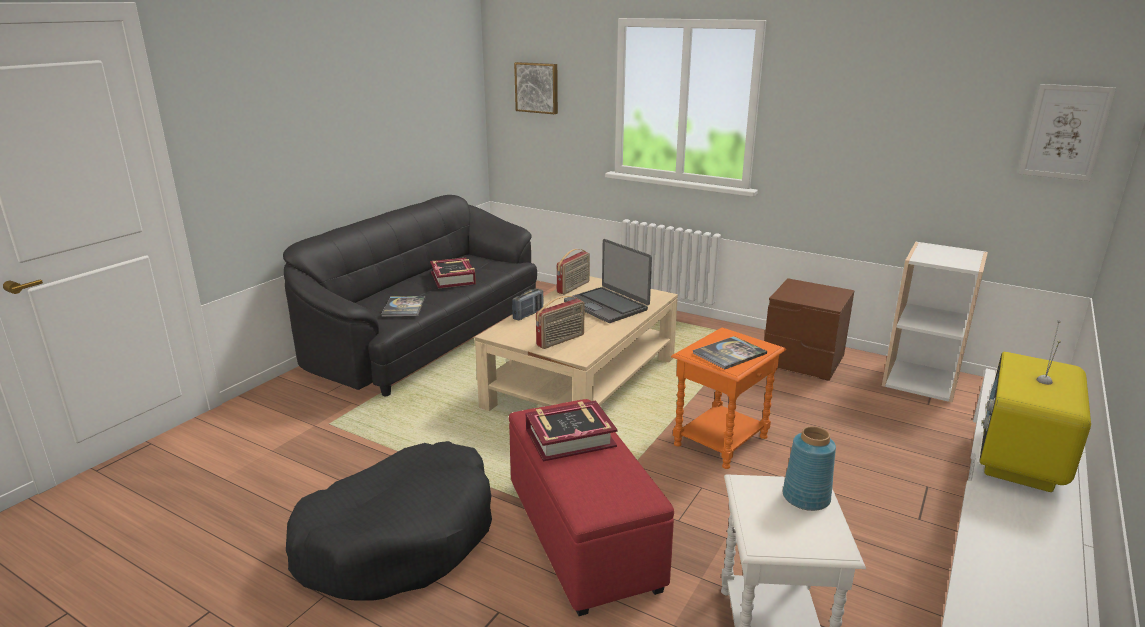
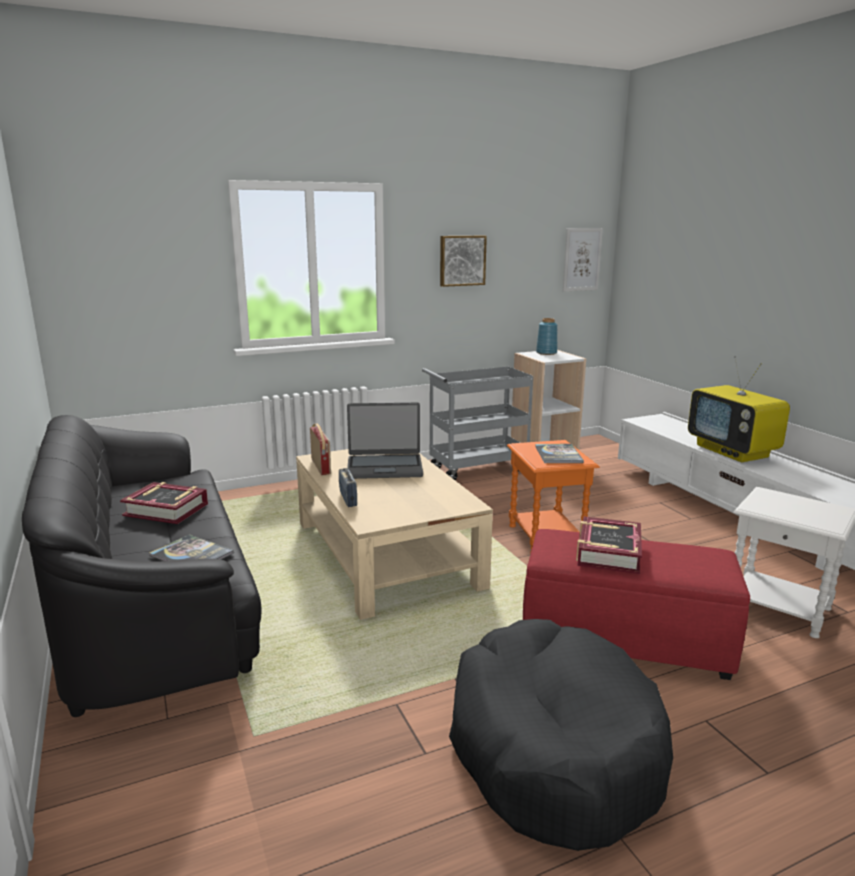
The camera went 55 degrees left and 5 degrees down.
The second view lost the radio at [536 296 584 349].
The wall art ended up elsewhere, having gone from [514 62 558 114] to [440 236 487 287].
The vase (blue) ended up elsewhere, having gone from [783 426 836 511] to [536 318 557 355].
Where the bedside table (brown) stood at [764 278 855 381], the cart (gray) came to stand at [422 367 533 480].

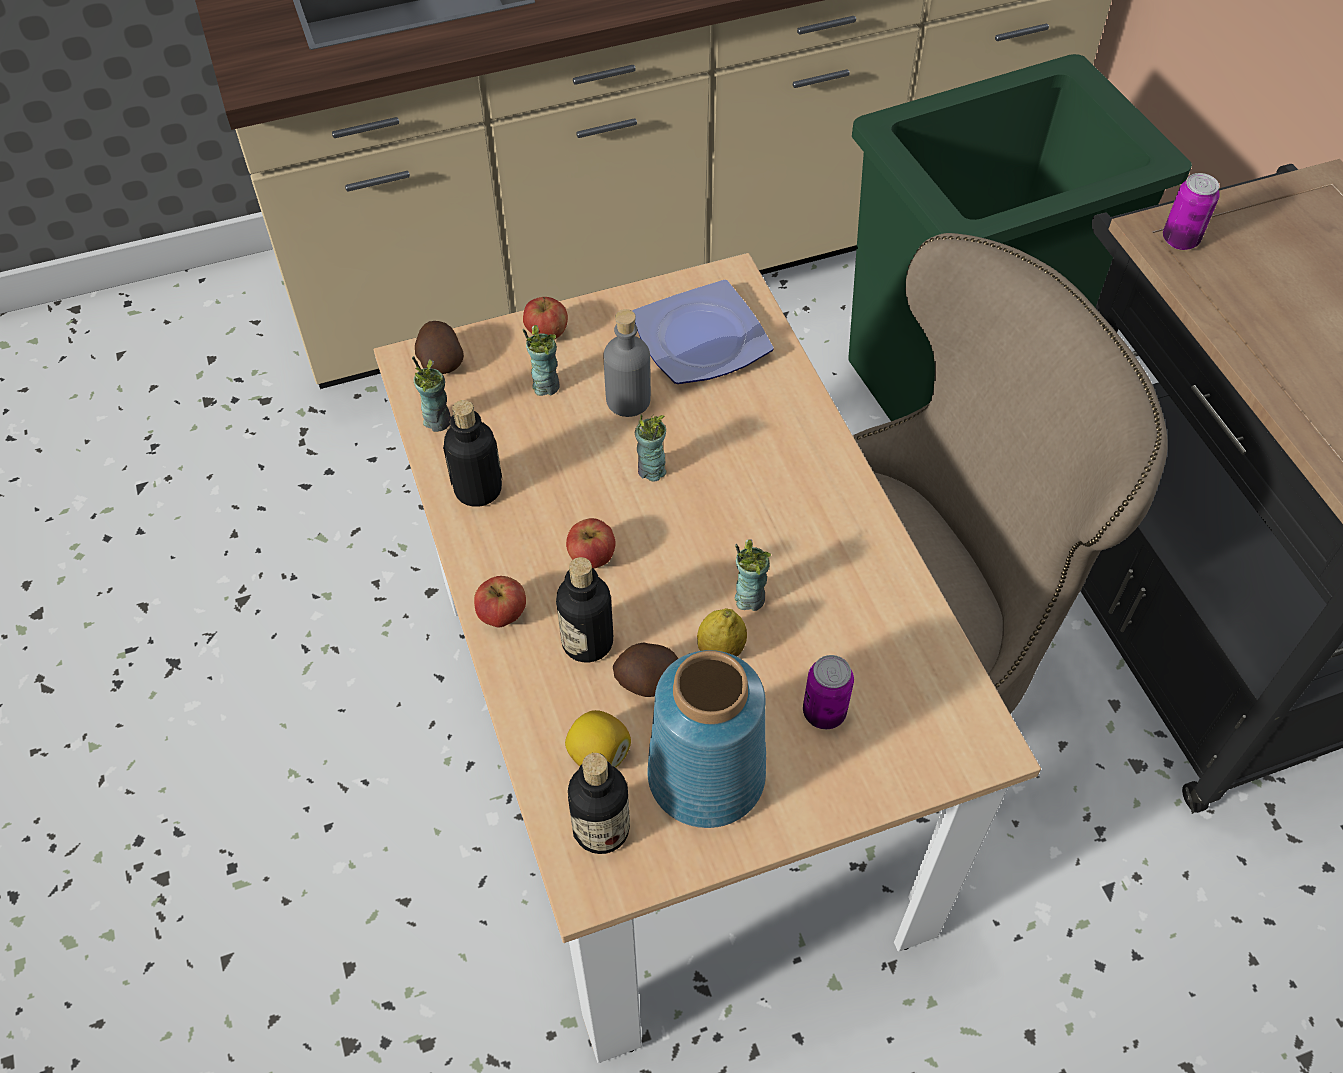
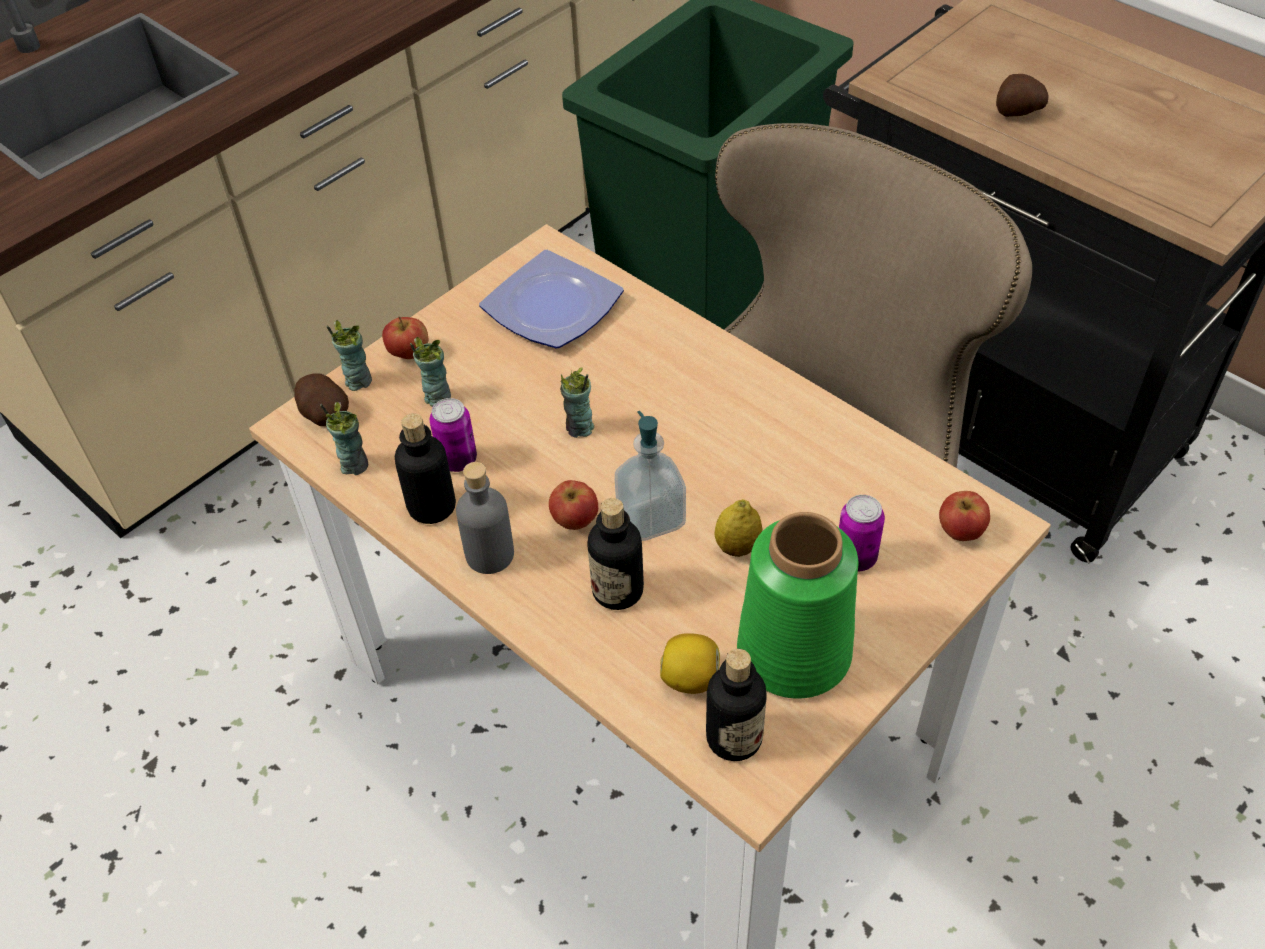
The camera went 25 degrees left and 5 degrees down.
The second view gained the soap bottle at [615 411 686 541].
The apple fruit ended up elsewhere, having gone from [474 576 526 627] to [939 491 990 541].
The beverage bottle (gray) ended up elsewhere, having gone from [604 309 651 417] to [456 462 514 574].
The spud ended up elsewhere, having gone from [613 643 678 697] to [996 74 1049 117].
The small cup ended up elsewhere, having gone from [735 540 771 611] to [326 320 372 391].
The can ended up elsewhere, having gone from [1163 173 1220 250] to [429 398 477 472].
What was the vase (blue) at [647 650 766 828] turned into the vase (green) at [737 512 859 699].

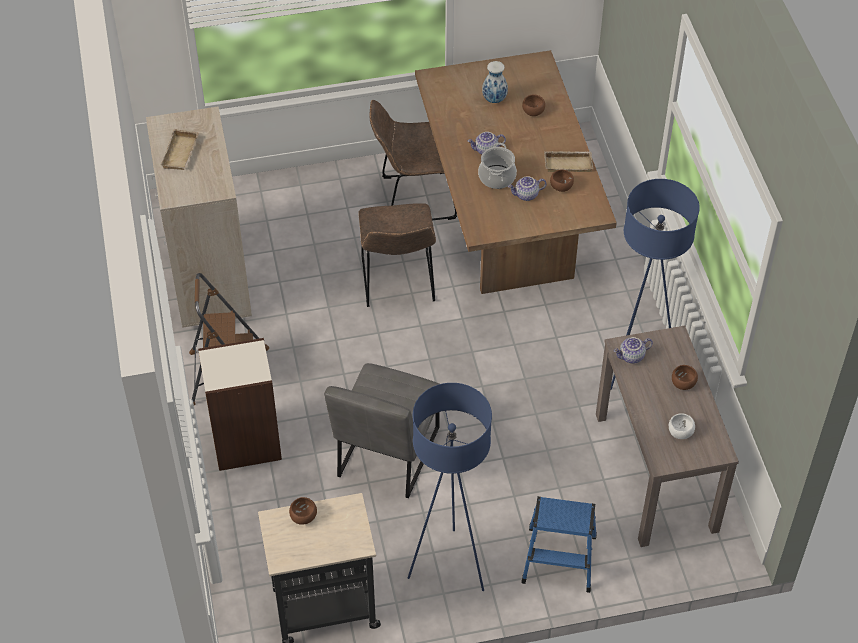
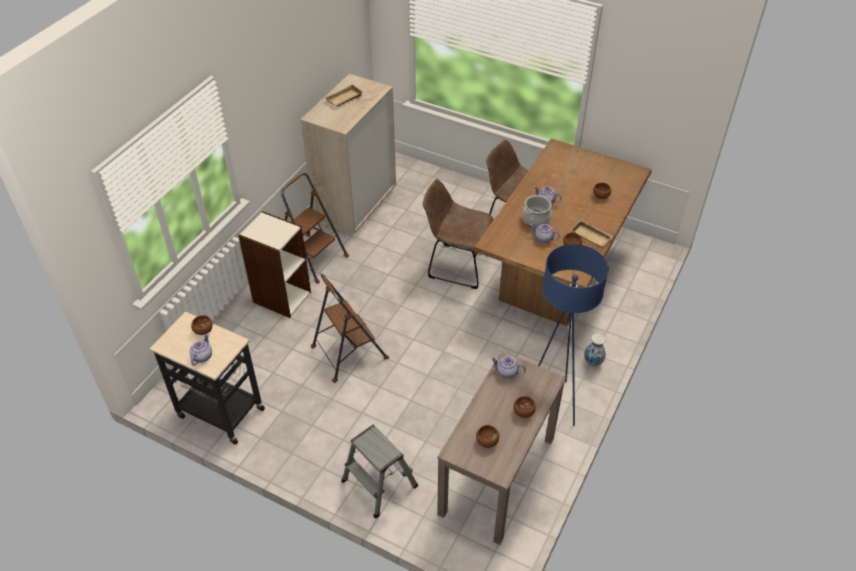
The camera went 40 degrees right and 5 degrees down.
The second view lost the standard lamp (blue) at [408 383 492 591].
The second view gained the tea pot at [189 334 212 366].
The vase ended up elsewhere, having gone from [482 61 508 103] to [584 334 606 366].
Where the plain chair (gray) stood at [324 363 440 498], the step stool (brown) came to stand at [311 274 389 383].
What was the step stool (blue) at [521 496 597 593] turned into the step stool (gray) at [341 424 418 519].
What was the deep dish (white-coloured) at [669 413 695 439] turned into the deep dish (brown) at [476 425 499 448].
The plain chair (brown) at [359 203 436 307] ended up facing another way, 75 degrees clockwise from before.

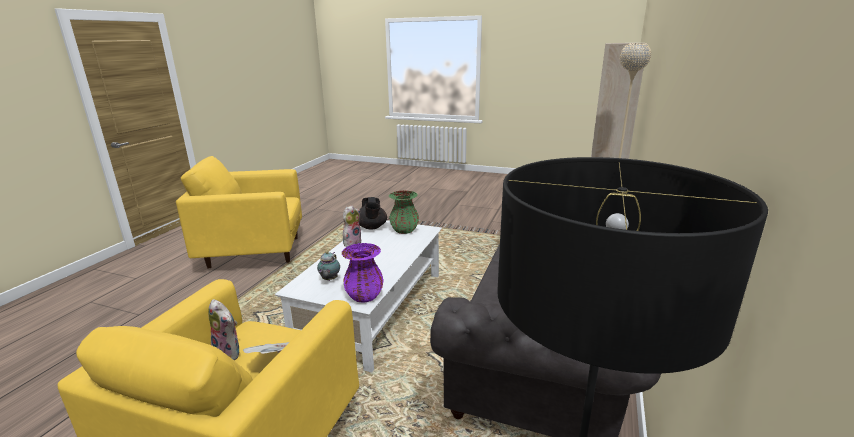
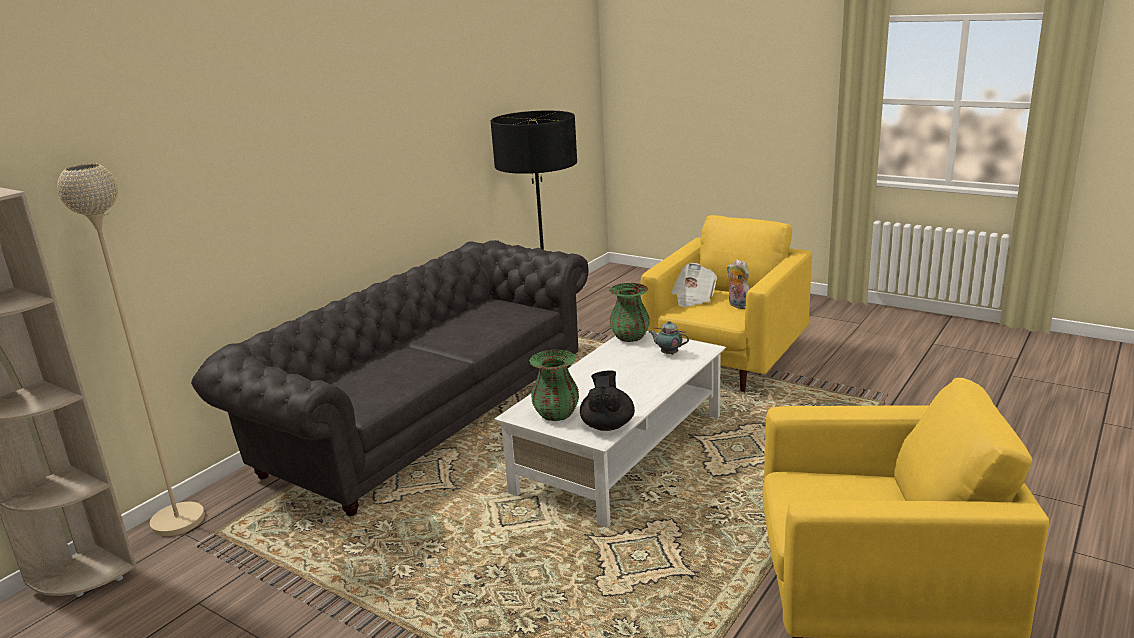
The camera went 165 degrees left and 0 degrees up.
The second view lost the soft toy at [343 205 362 247].
What was the vase (purplish) at [341 243 383 303] turned into the vase (green) at [609 283 650 342].
The tea pot at [317 251 340 281] ended up facing another way, 90 degrees counterclockwise from before.

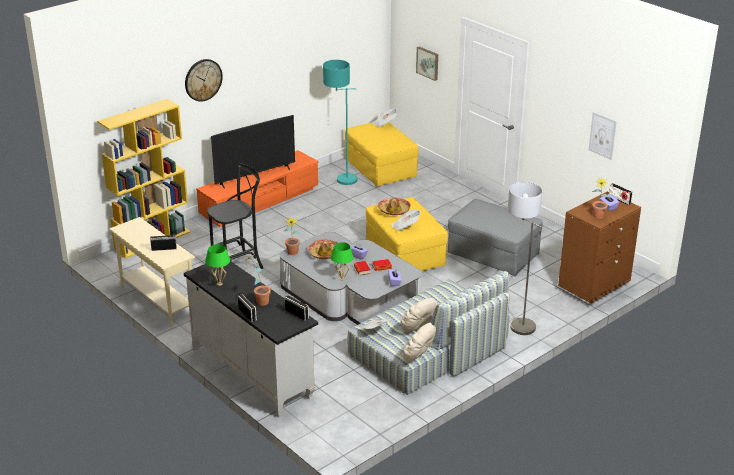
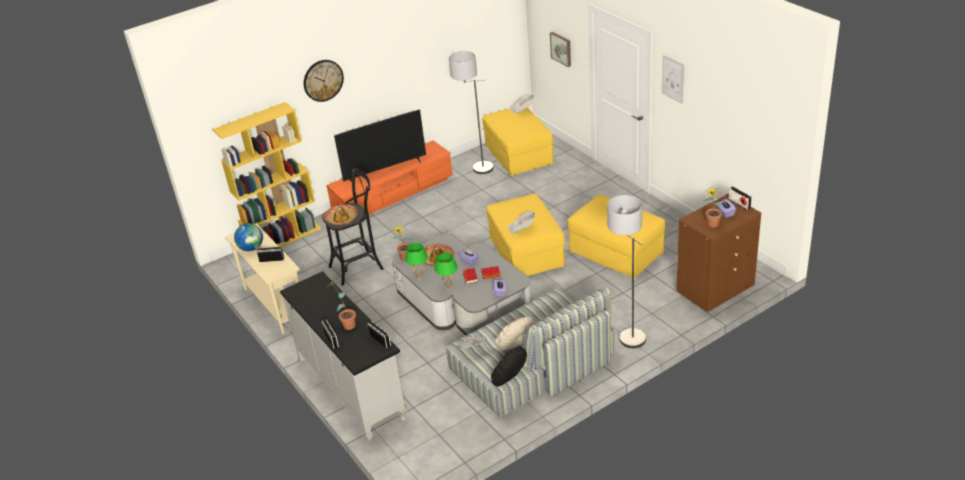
The camera went 10 degrees right and 5 degrees up.
The second view gained the desk globe at [234 223 263 251].
The table lamp (green) ended up elsewhere, having gone from [205 244 230 286] to [405 243 428 280].
The wearable hat ended up elsewhere, having gone from [377 198 411 215] to [323 205 358 225].
The wall art ended up elsewhere, having gone from [589 112 617 160] to [662 55 684 104].
What was the standard lamp (turquoise) at [323 60 357 185] turned into the standard lamp (gray) at [449 51 493 174].
What was the throw pillow (sand-coloured) at [403 323 436 362] turned into the throw pillow (black) at [491 346 527 387].
What was the ottoman (gray) at [447 199 543 277] turned into the ottoman (yellow) at [568 195 665 280].

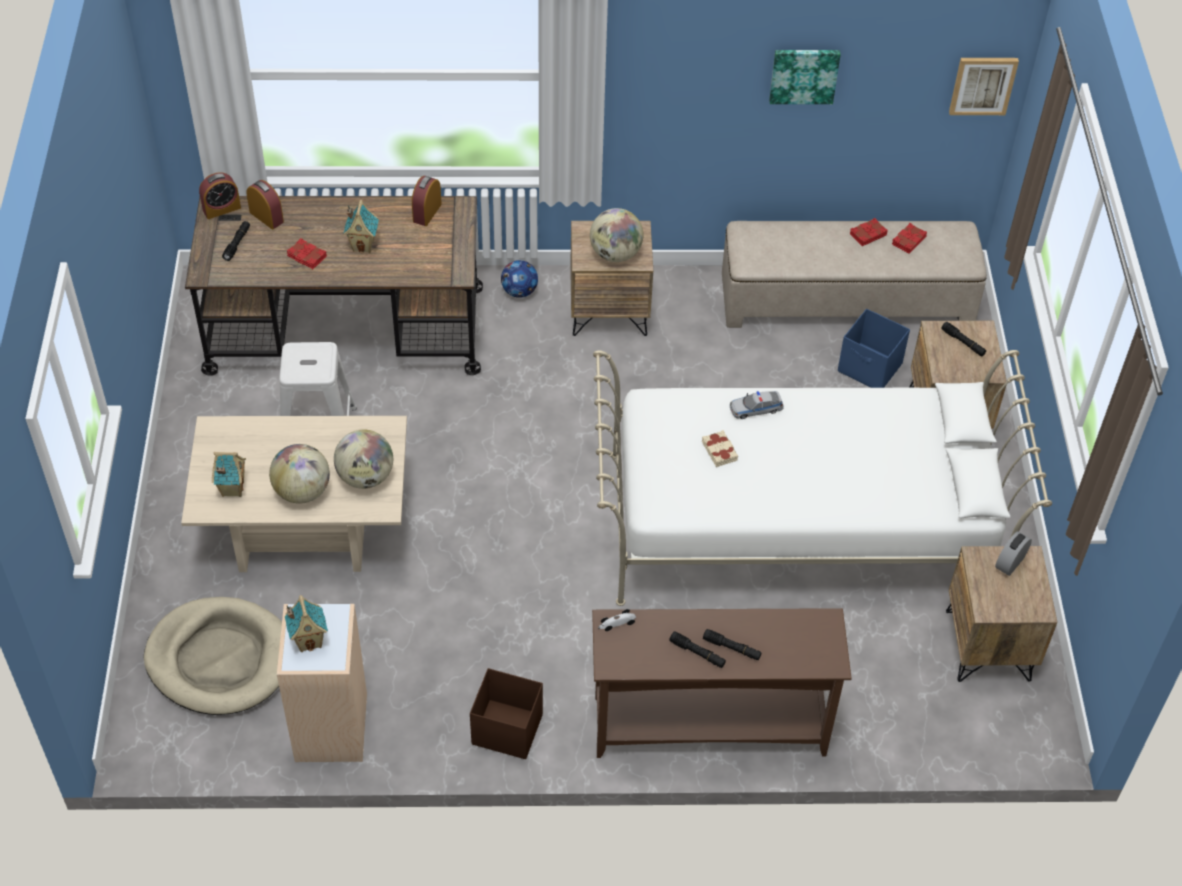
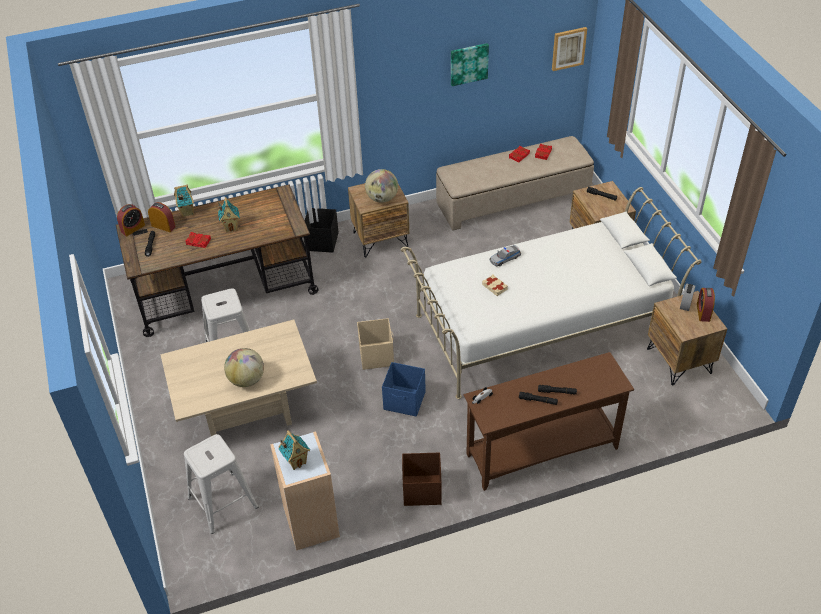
The camera went 15 degrees left and 5 degrees down.
The second view lost the desk globe at [334 429 393 489].
The second view gained the storage bin (sand-coloured) at [357 318 394 370].
The miniature house ended up elsewhere, having gone from [212 452 246 497] to [174 184 194 217].
The alarm clock ended up elsewhere, having gone from [412 176 442 226] to [697 288 715 322].
The storage bin (blue) ended up elsewhere, having gone from [838 309 910 388] to [382 362 426 417].
Where the pet bed (sand-coloured) stood at [144 597 282 715], the stool (white-coloured) came to stand at [184 434 259 534].
Where the football ball stood at [501 260 538 298], the storage bin (black) came to stand at [304 208 339 253].

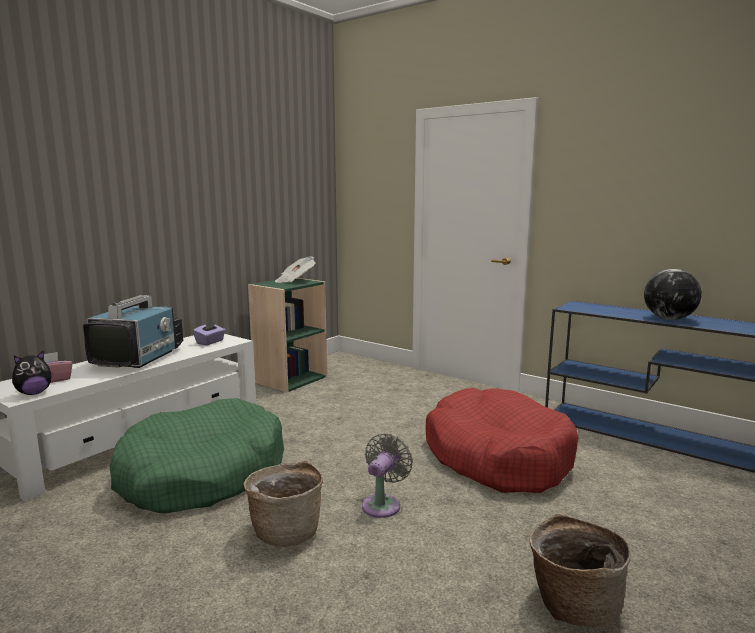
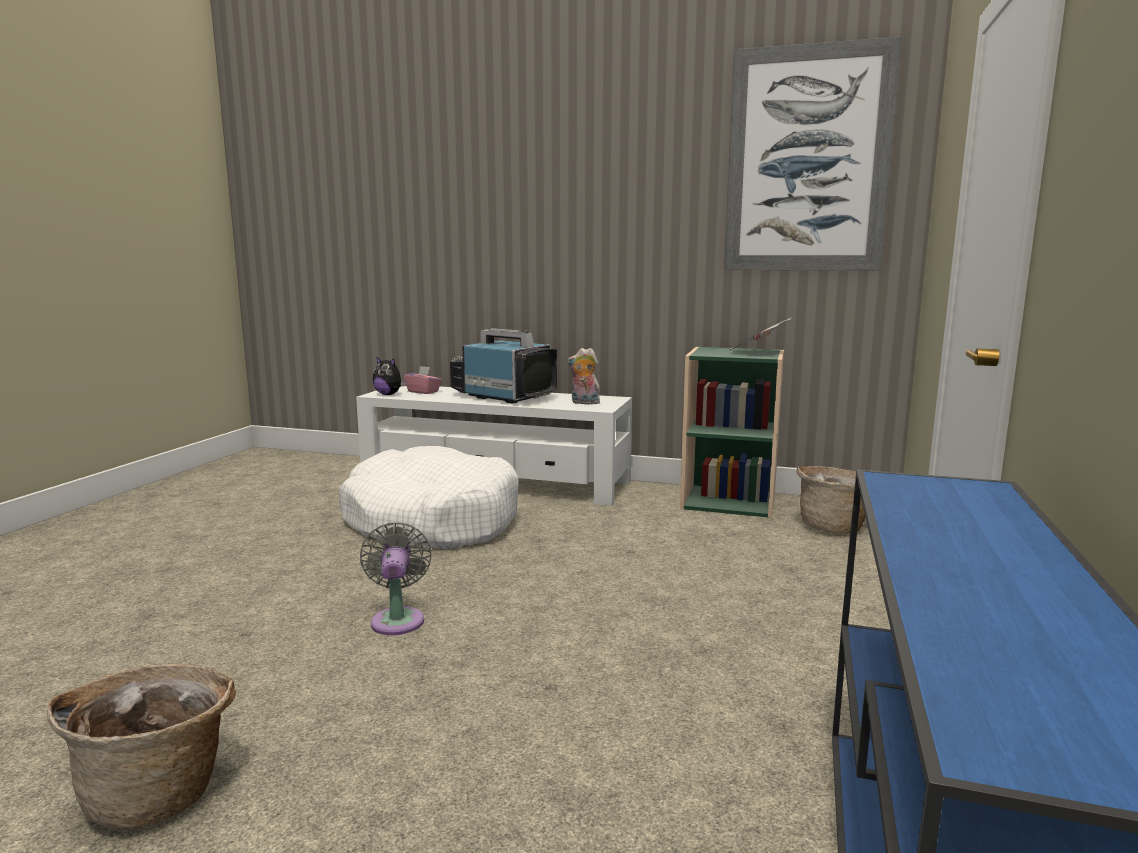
The camera went 70 degrees right and 0 degrees up.
The second view lost the pet bed (red) at [426 388 579 493].
The second view lost the desk globe at [644 269 702 320].
The second view gained the wall art at [724 37 902 271].
The household basket ended up elsewhere, having gone from [243 461 323 547] to [796 466 865 534].
Where the tissue holder (purplish) stood at [193 320 226 345], the soft toy came to stand at [567 348 600 404].
What was the pet bed (green) at [110 398 284 514] turned into the pet bed (white-coloured) at [339 446 519 550].
The TV set at [83 295 183 368] ended up facing another way, 135 degrees counterclockwise from before.
The electric fan (gray) at [362 433 413 518] ended up facing another way, 105 degrees counterclockwise from before.

